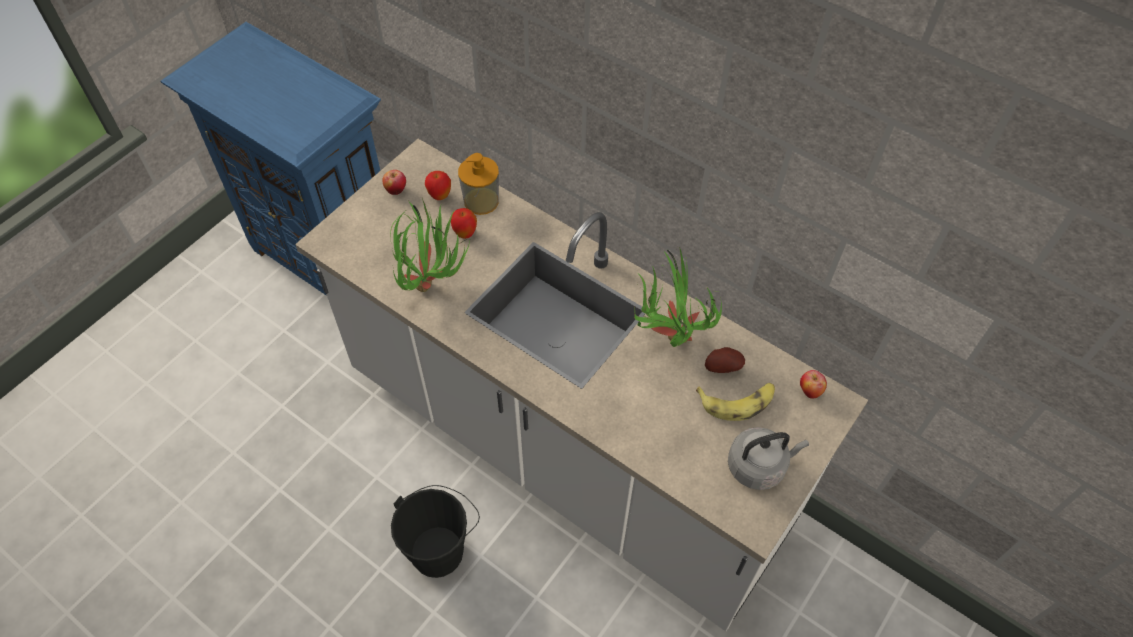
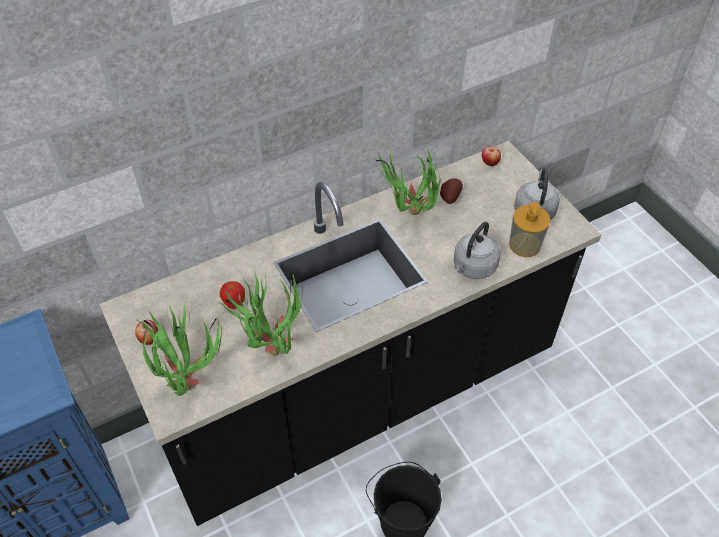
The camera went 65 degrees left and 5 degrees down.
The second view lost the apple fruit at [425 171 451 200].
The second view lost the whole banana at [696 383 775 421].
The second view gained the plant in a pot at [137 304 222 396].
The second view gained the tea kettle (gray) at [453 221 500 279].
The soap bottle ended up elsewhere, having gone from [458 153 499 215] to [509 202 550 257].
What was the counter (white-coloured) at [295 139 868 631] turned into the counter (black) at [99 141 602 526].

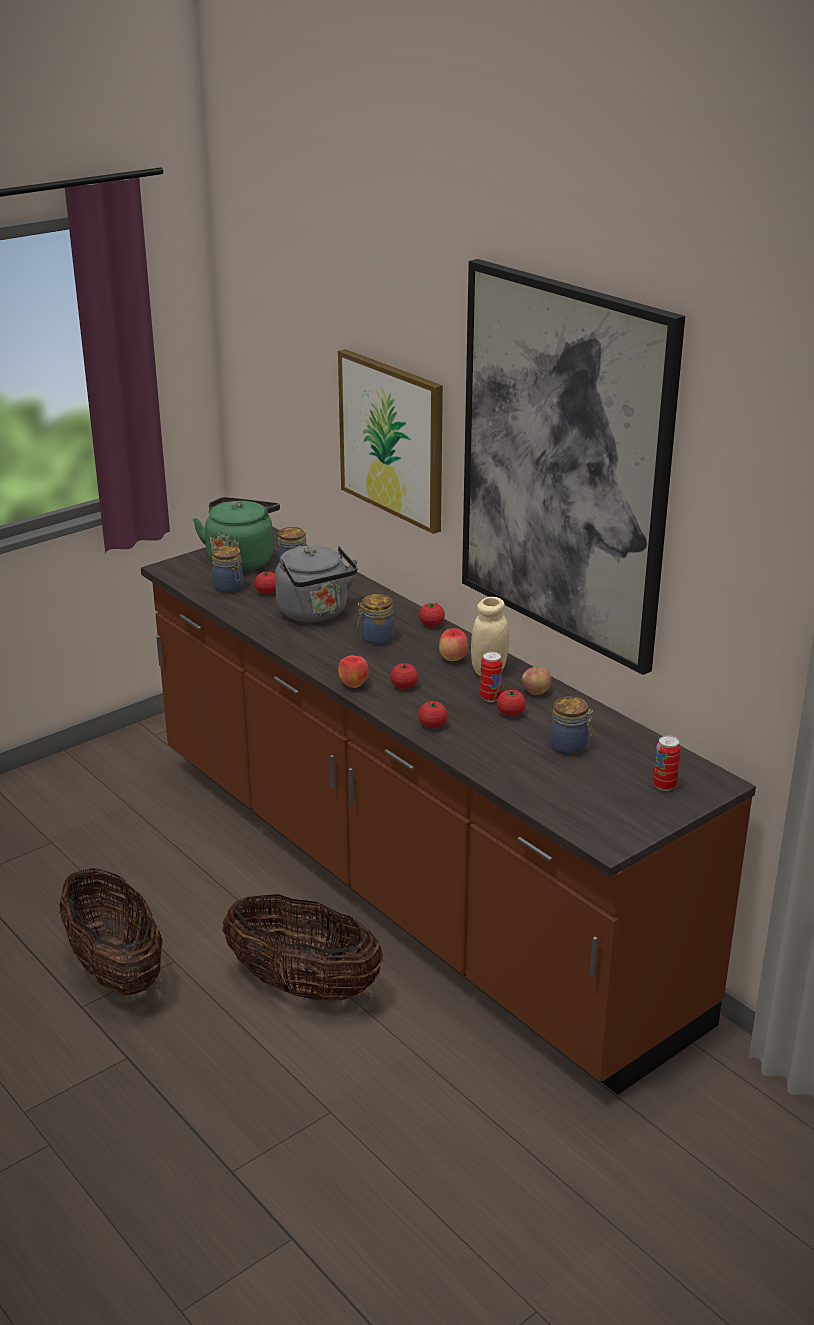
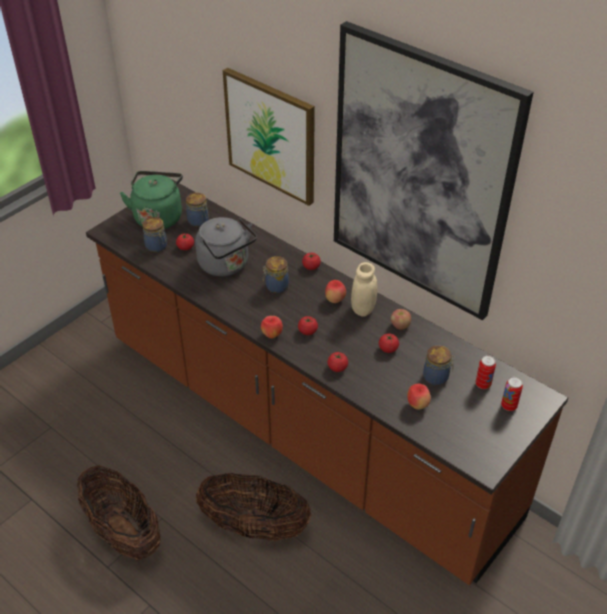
The camera went 10 degrees left and 15 degrees up.
The second view gained the apple fruit at [407 384 431 410].
The can ended up elsewhere, having gone from [480 651 503 702] to [476 355 496 389].

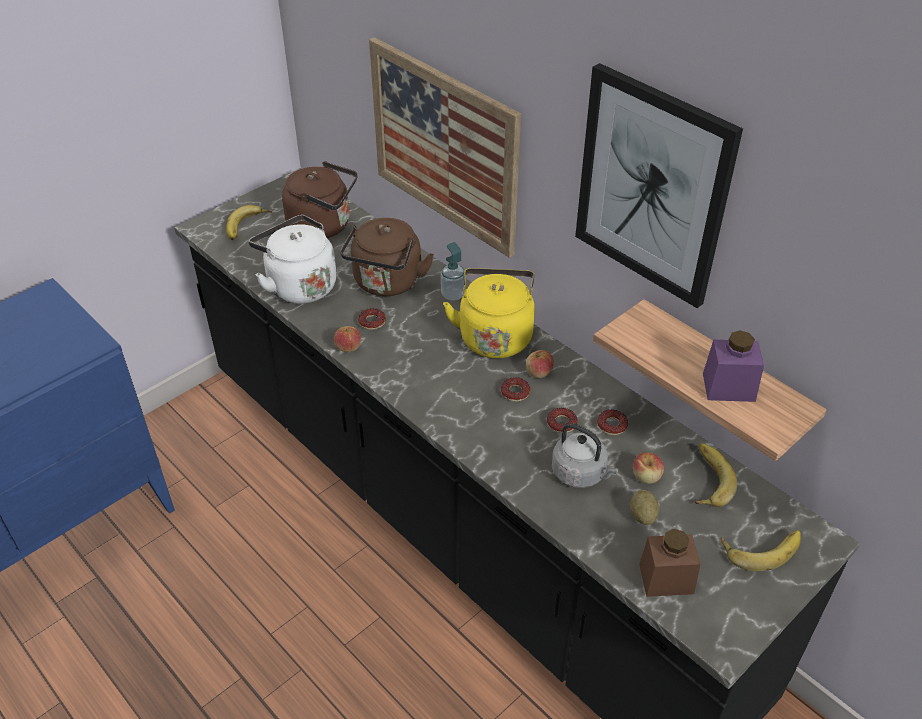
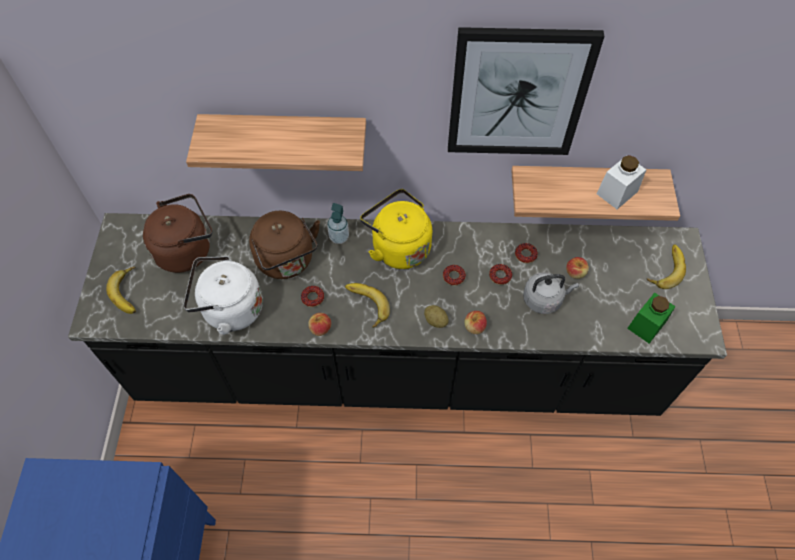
The camera went 45 degrees left and 15 degrees up.
The apple fruit ended up elsewhere, having gone from [526 350 554 378] to [464 311 487 334].
The spud ended up elsewhere, having gone from [630 490 659 525] to [424 305 449 328].
The whole banana ended up elsewhere, having gone from [695 443 737 507] to [345 283 390 328].
Where the wall art hung at [369 37 521 258], the shelf came to hang at [186 114 366 171].
What was the jar (brown) at [639 529 700 597] turned into the jar (green) at [627 293 676 343].
What was the jar (purplish) at [703 331 764 402] turned into the jar (white-coloured) at [597 155 646 209].

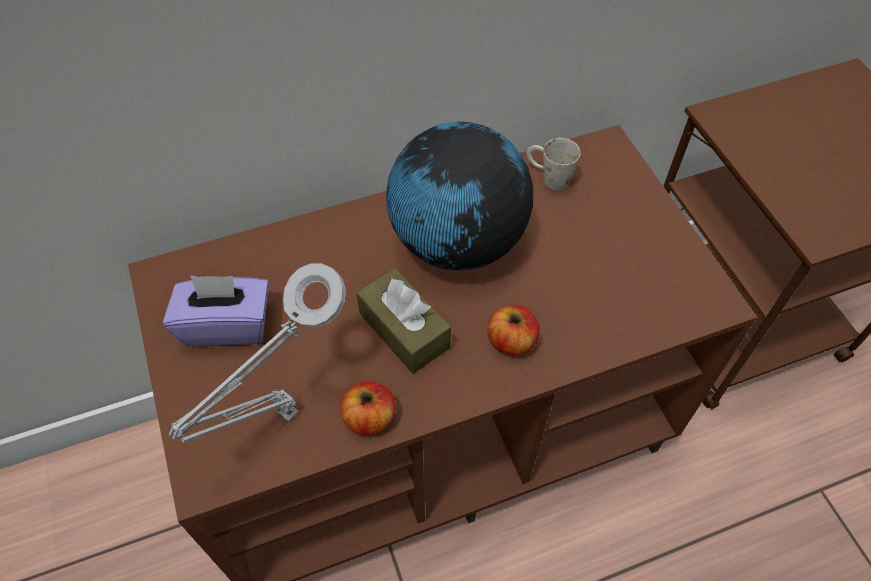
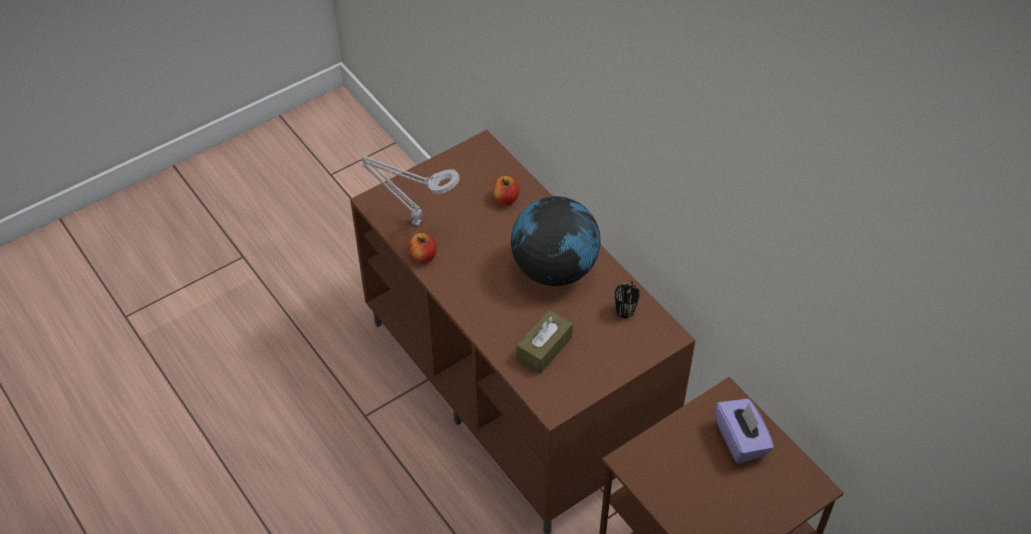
The camera went 75 degrees right and 5 degrees down.
The tissue holder (purplish) ended up elsewhere, having gone from [163 275 269 347] to [715 399 774 464].
The tissue holder (brown) ended up elsewhere, having gone from [357 268 451 374] to [516 310 573 374].
The apple fruit ended up elsewhere, having gone from [487 305 540 355] to [493 176 519 205].
What was the coffee mug (white-coloured) at [526 138 581 191] turned into the coffee mug (black) at [614 281 640 318].

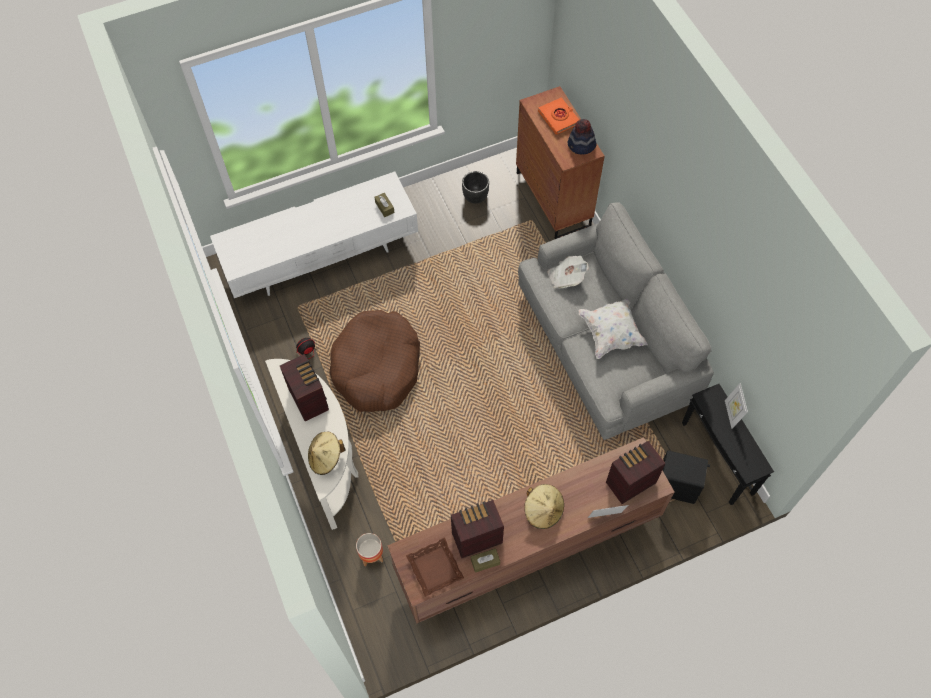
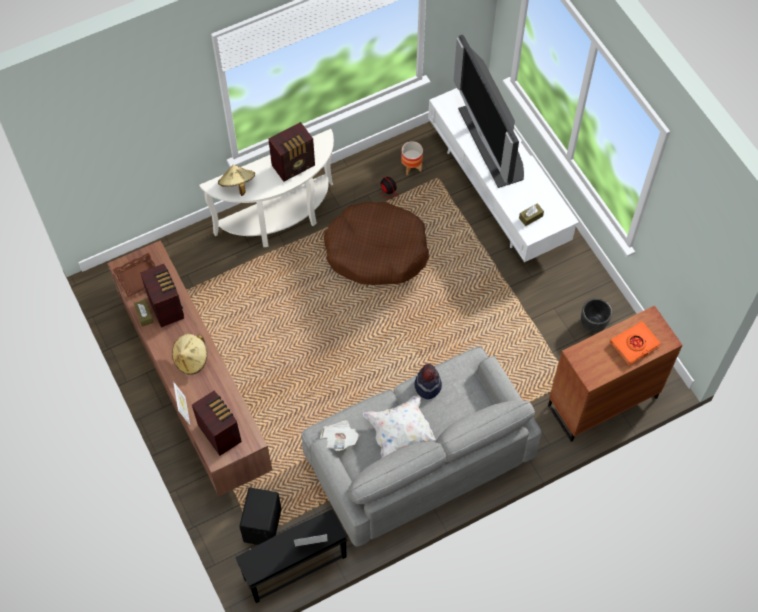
The camera went 85 degrees right and 0 degrees up.
The second view gained the TV set at [454 35 524 188].
The plant pot ended up elsewhere, having gone from [356 533 383 567] to [401 141 423 175].
The daily paper ended up elsewhere, having gone from [547 256 589 288] to [320 420 359 451].
The wearable hat ended up elsewhere, having gone from [568 119 597 154] to [414 364 442 399].

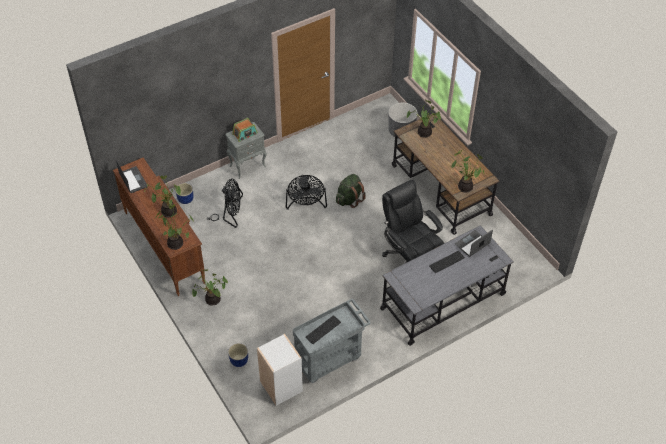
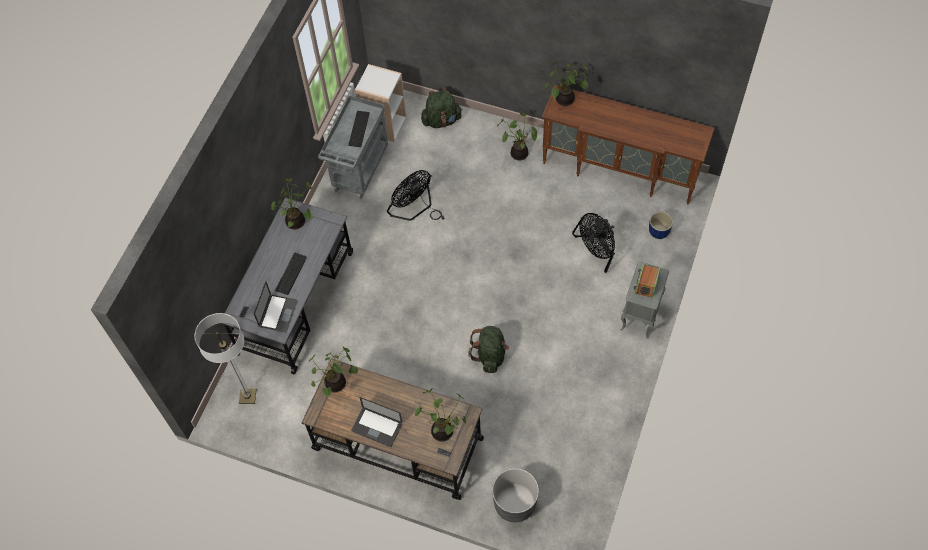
The camera went 145 degrees right and 10 degrees up.
The second view lost the office chair (black) at [382 180 444 264].
The second view gained the standard lamp at [194 313 257 404].
The notebook computer ended up elsewhere, having gone from [116 161 147 193] to [351 397 402 447].
The plant in a pot ended up elsewhere, having gone from [144 175 181 217] to [271 178 312 229].
The electric fan (black) ended up elsewhere, having gone from [286 175 327 210] to [387 170 445 221].
Where the plant pot (blue) stood at [228 343 248 367], the backpack (green) came to stand at [421 88 462 128].

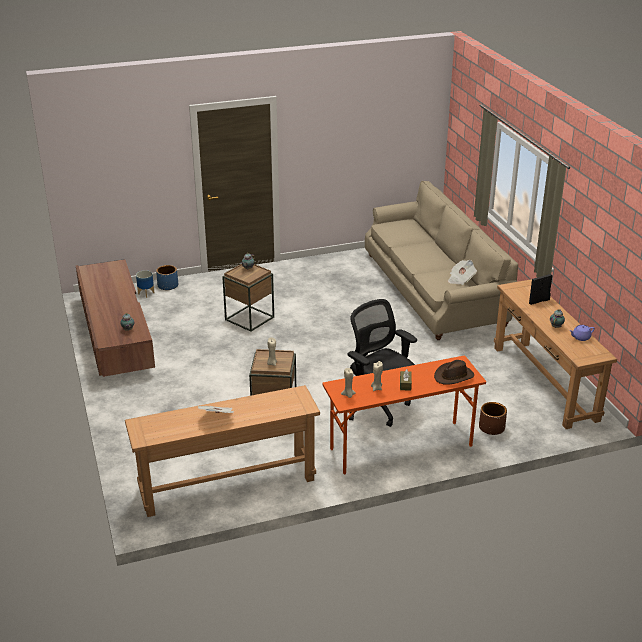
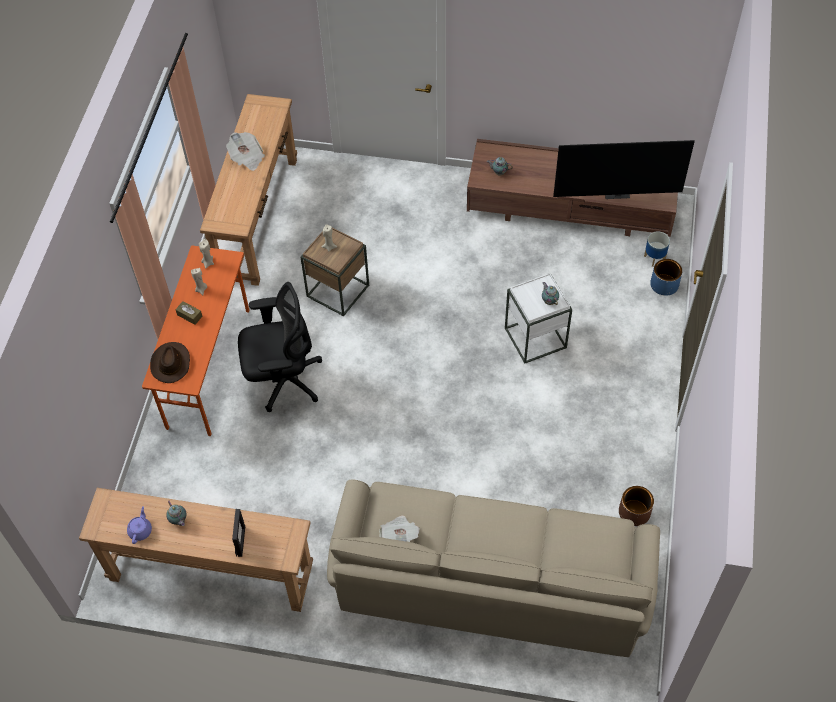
The camera went 120 degrees right and 25 degrees up.
The second view gained the TV set at [553 140 695 199].
The plant pot (brown) ended up elsewhere, having gone from [479 402 507 435] to [619 486 654 526].
What was the accent table (brown) at [222 264 274 332] turned into the accent table (white-coloured) at [505 273 572 364].

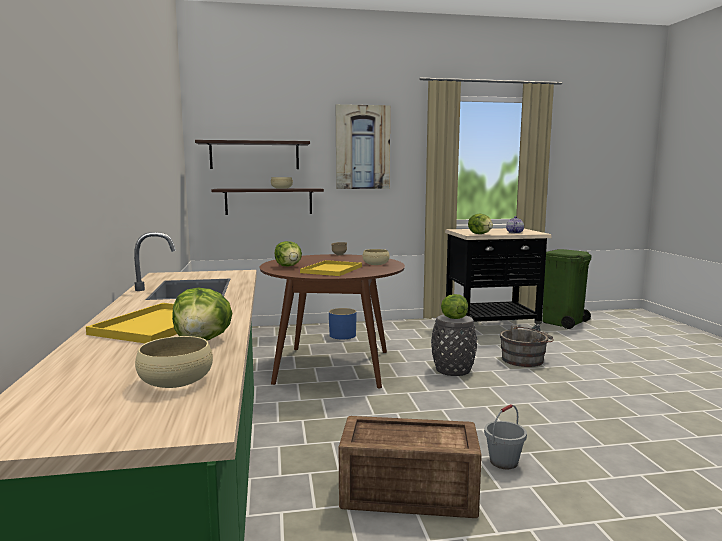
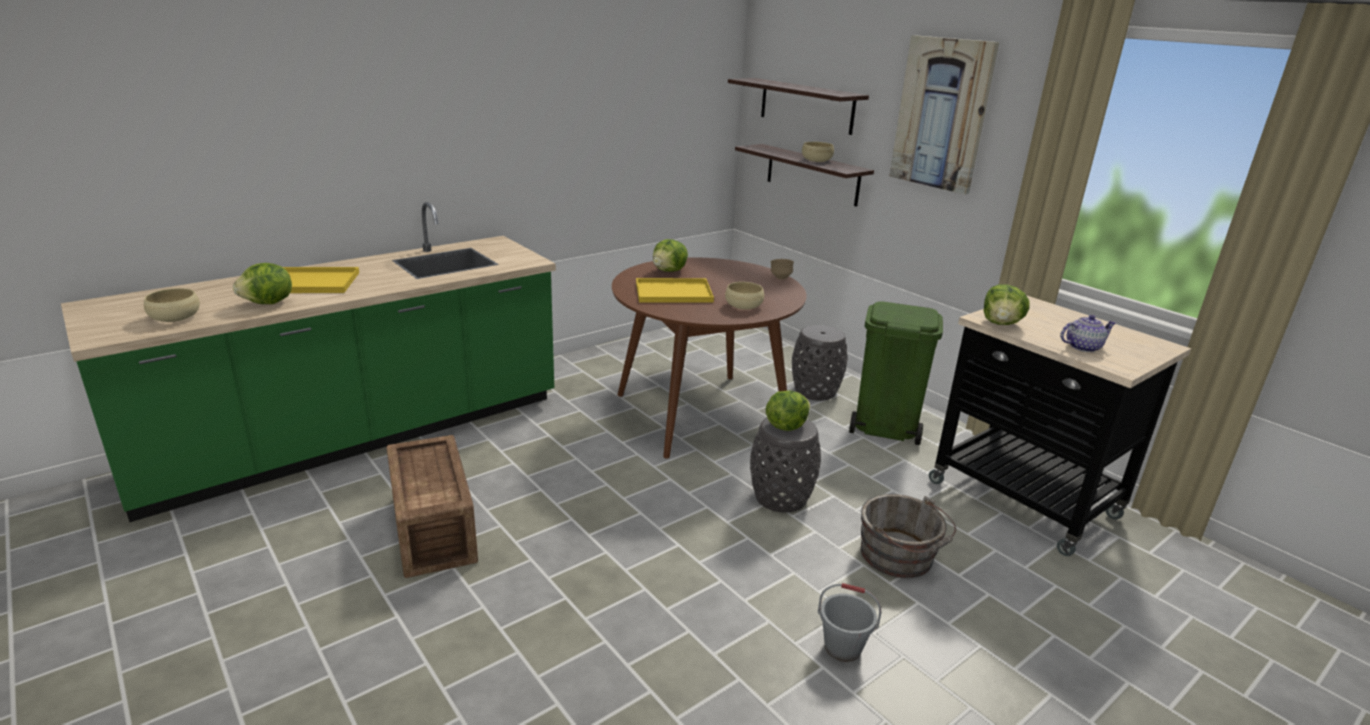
The camera went 60 degrees right and 15 degrees up.
The pail (gray) ended up elsewhere, having gone from [484 404 527 469] to [818 583 882 662].
The trash can (green) ended up elsewhere, having gone from [542 249 592 329] to [849 301 943 445].
Where the plant pot (blue) stood at [329 308 356 340], the stool (gray) came to stand at [792 325 847 401].

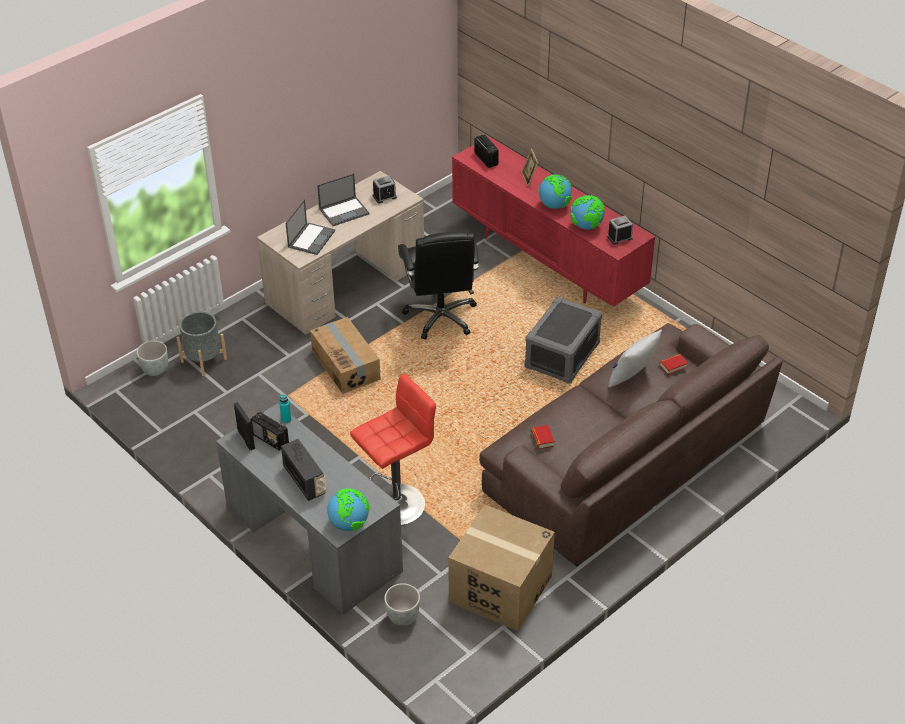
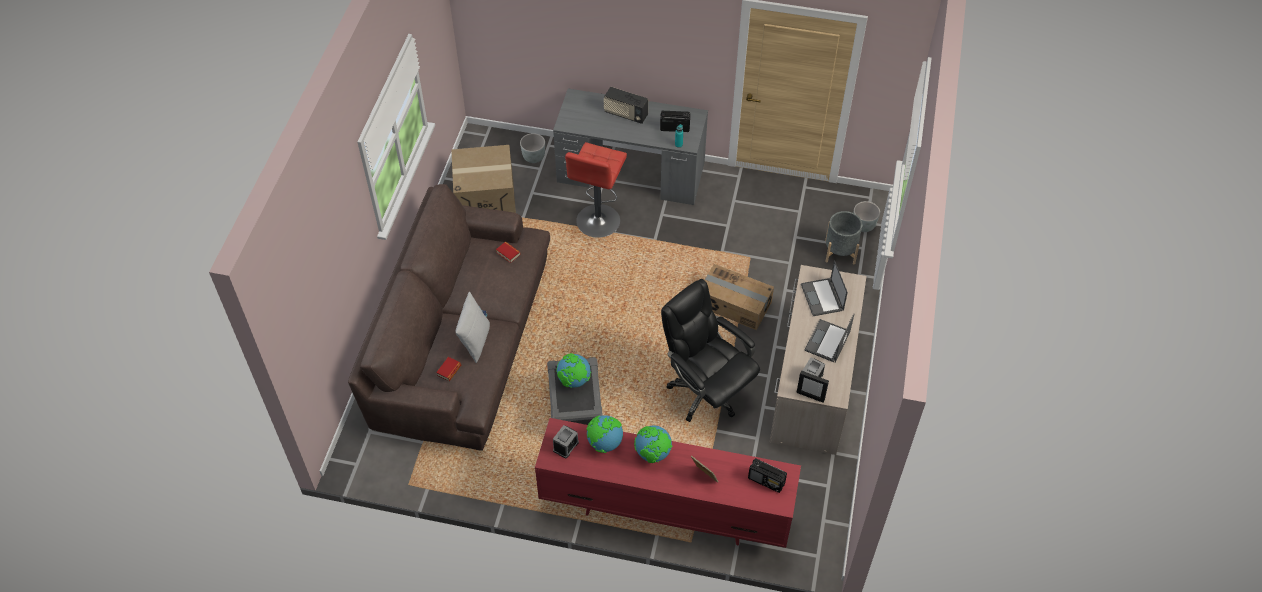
The camera went 145 degrees right and 10 degrees up.
The standing frame ended up elsewhere, having gone from [234 402 255 450] to [796 371 829 403].
The desk globe ended up elsewhere, having gone from [327 488 369 531] to [556 353 591 388].

